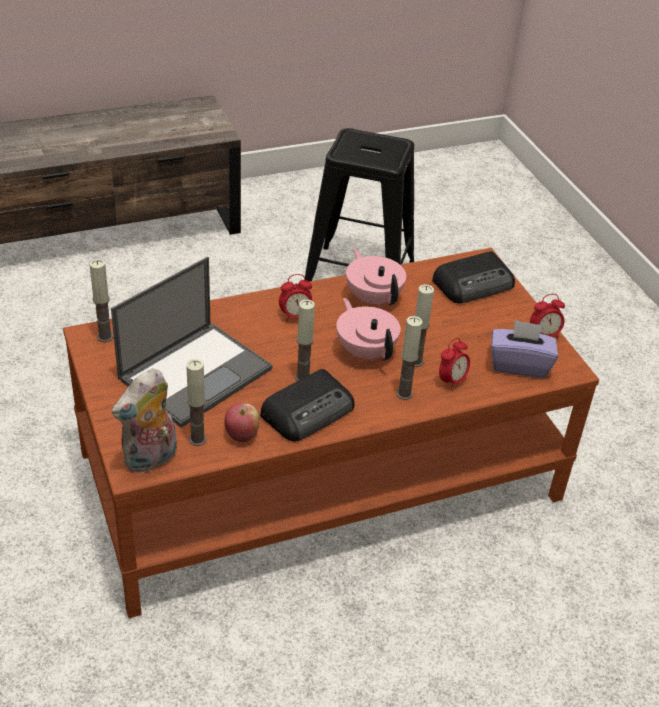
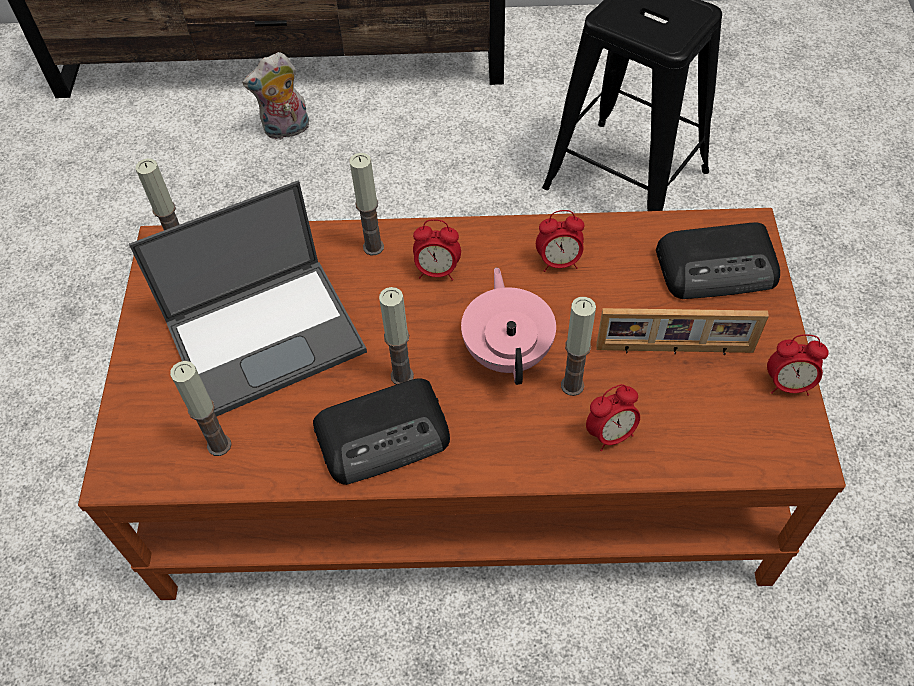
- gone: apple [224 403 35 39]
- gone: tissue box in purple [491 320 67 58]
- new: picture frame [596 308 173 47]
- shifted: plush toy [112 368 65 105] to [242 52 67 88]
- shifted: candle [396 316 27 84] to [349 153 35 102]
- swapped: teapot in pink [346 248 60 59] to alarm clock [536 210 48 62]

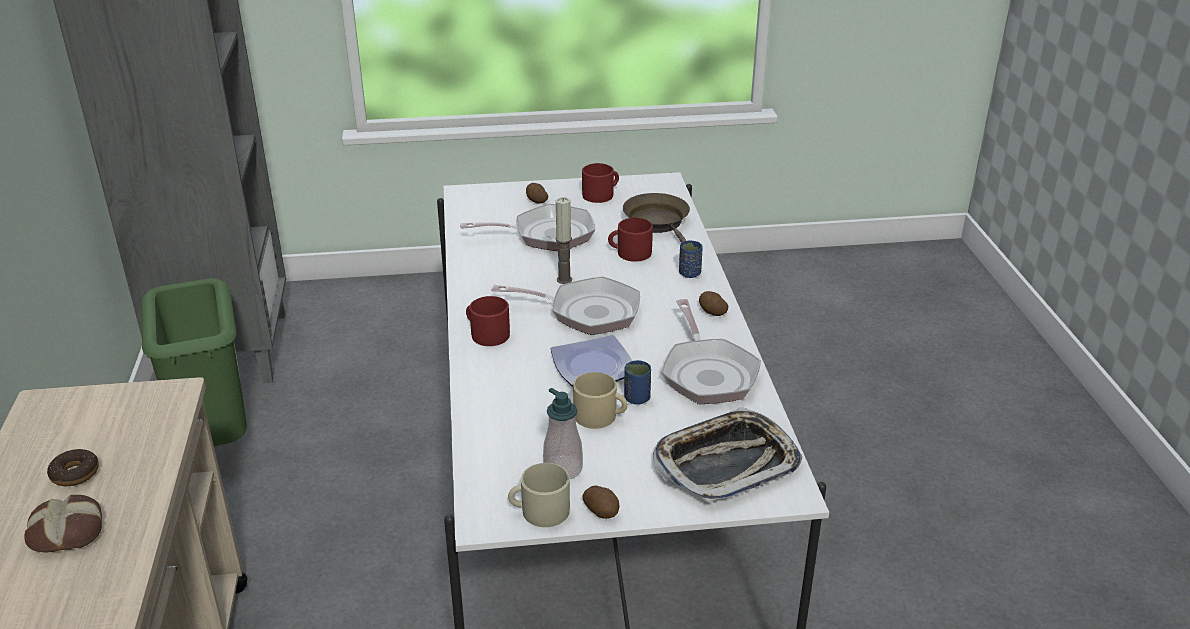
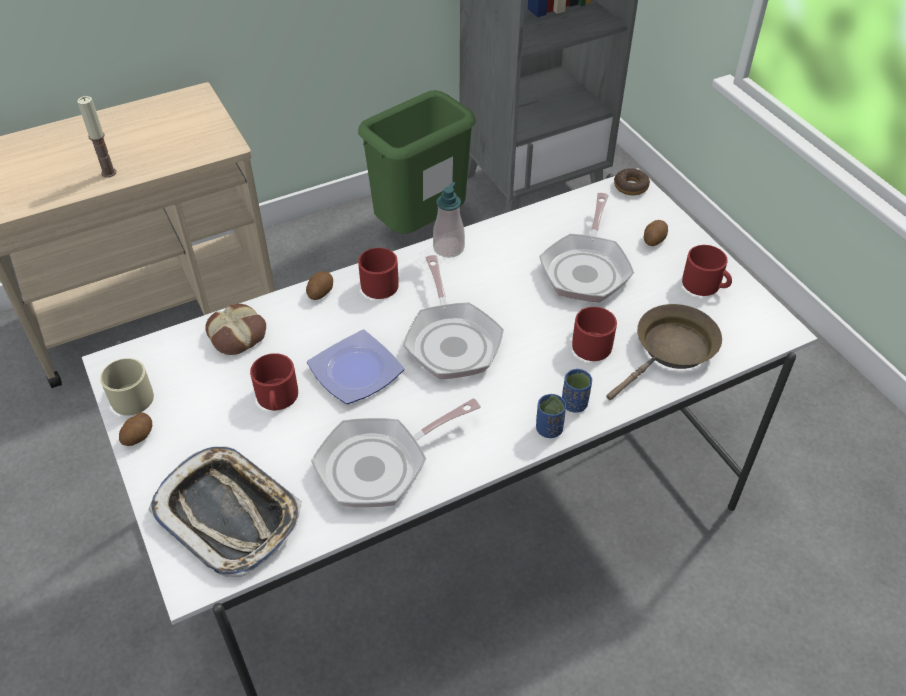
- shifted: bread [24 495 78 58] to [205 304 61 51]
- shifted: donut [47 449 52 37] to [614 168 36 27]
- shifted: soap dispenser [543 388 40 91] to [433 182 32 76]
- shifted: candle [556 197 16 87] to [77 96 39 82]
- shifted: cup in blue [624 360 27 45] to [536 394 30 44]
- shifted: potato [699 291 29 25] to [306 272 27 28]
- repainted: mug in beige [573 372 55 57] to mug in red [250 353 48 58]
- rotated: frying pan [460 204 135 47] = [539 193 95 109] 45 degrees clockwise

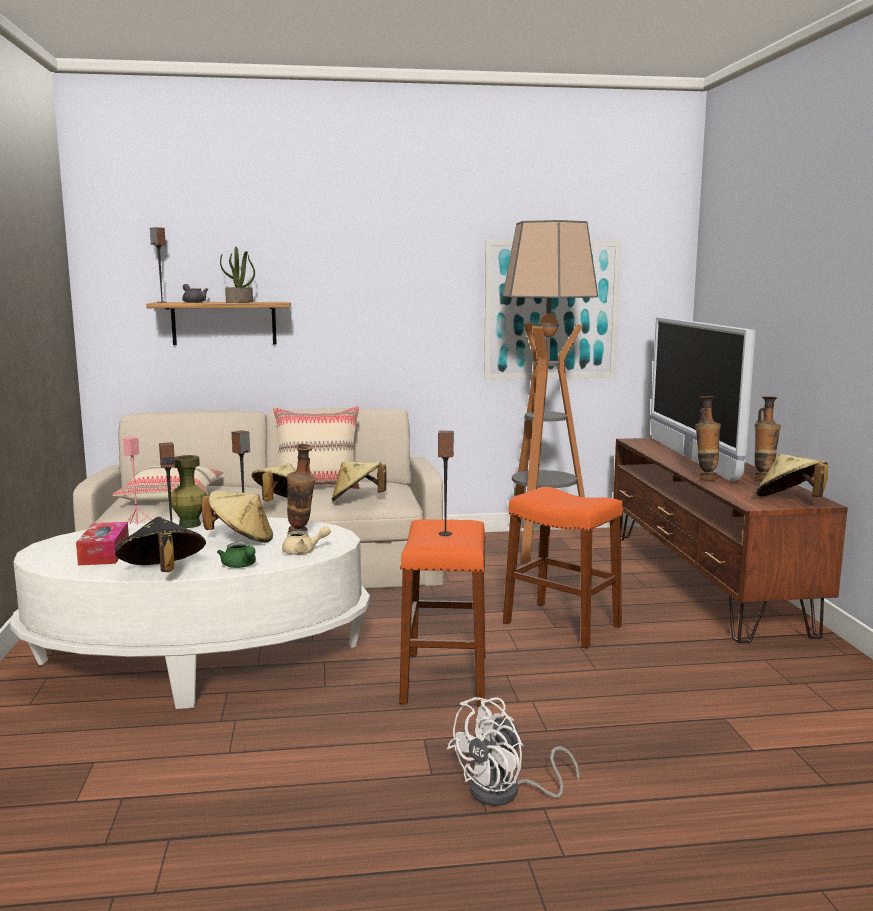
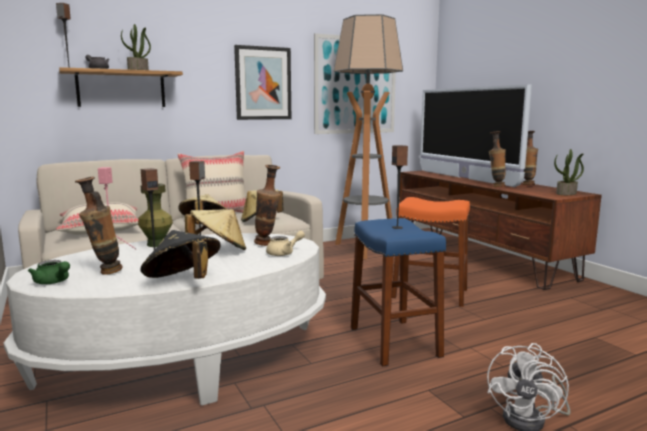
- new: picture [234 45 57 75]
- shifted: teapot in green [217 542 39 26] to [28 260 42 24]
- swapped: tissue box [76 522 53 43] to vase [75 177 48 98]
- swapped: hat in beige [756 454 72 43] to potted plant [554 149 30 46]
- repainted: stool in orange [399 519 86 187] to stool in blue [351 218 95 148]

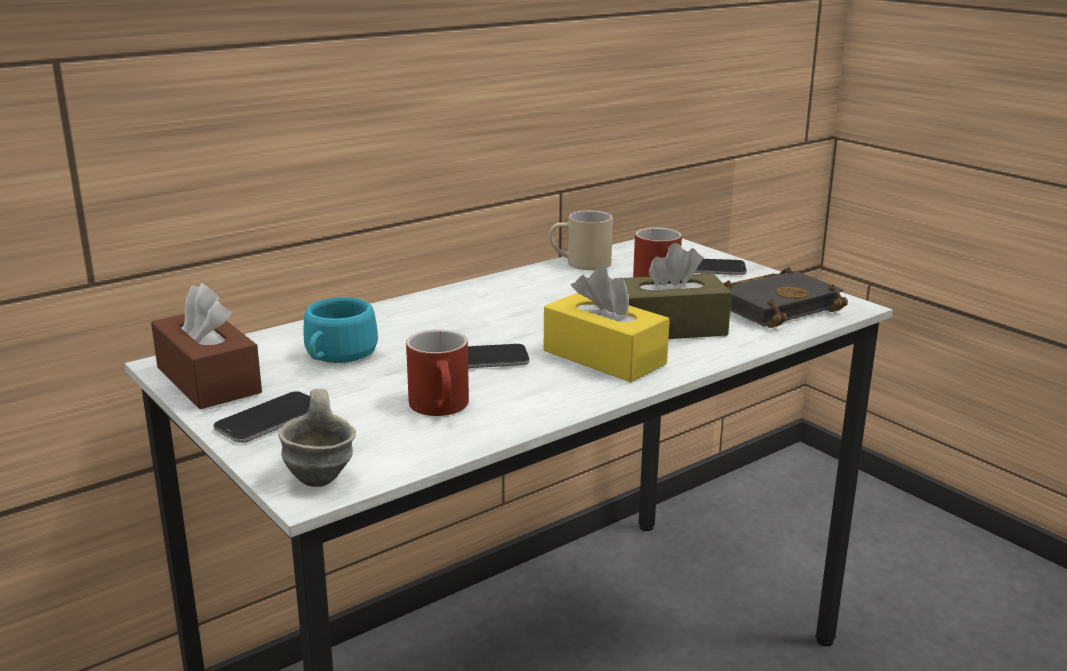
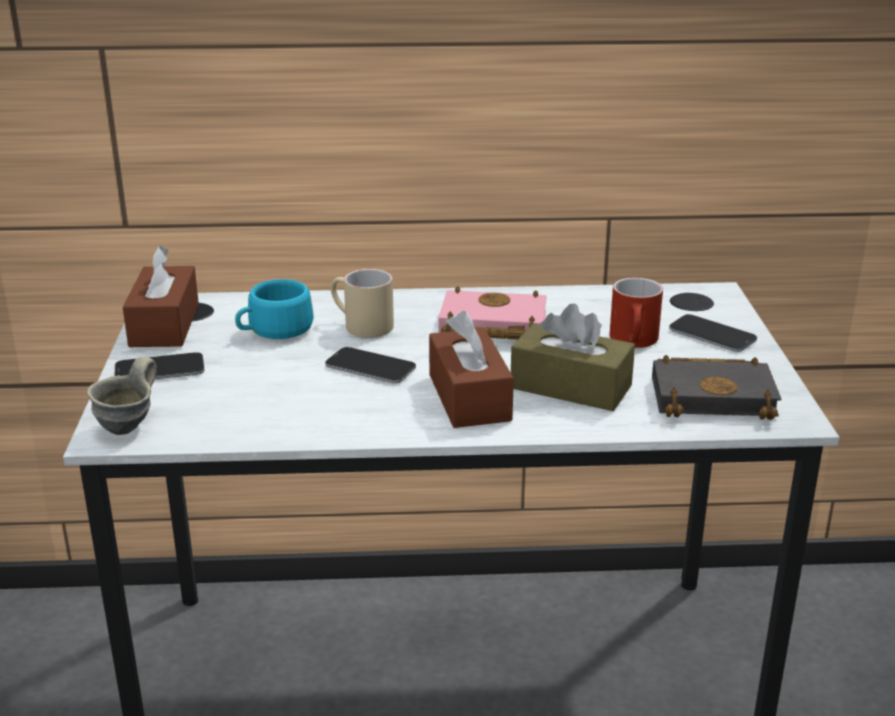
- gone: mug in red [406 330 63 86]
- new: book in pink [438 286 109 54]
- shifted: mug in beige [549 210 64 60] to [331 269 63 69]
- repainted: tissue box in yellow [544 267 126 115] to tissue box in brown [429 311 85 117]

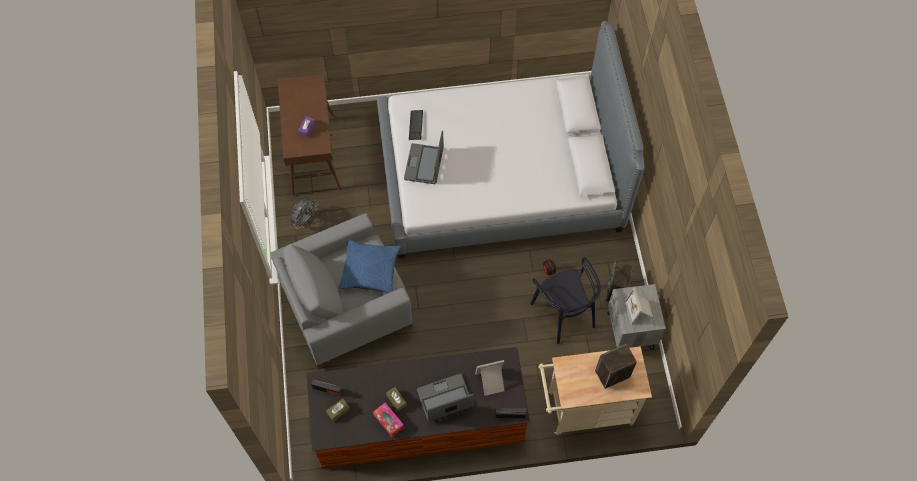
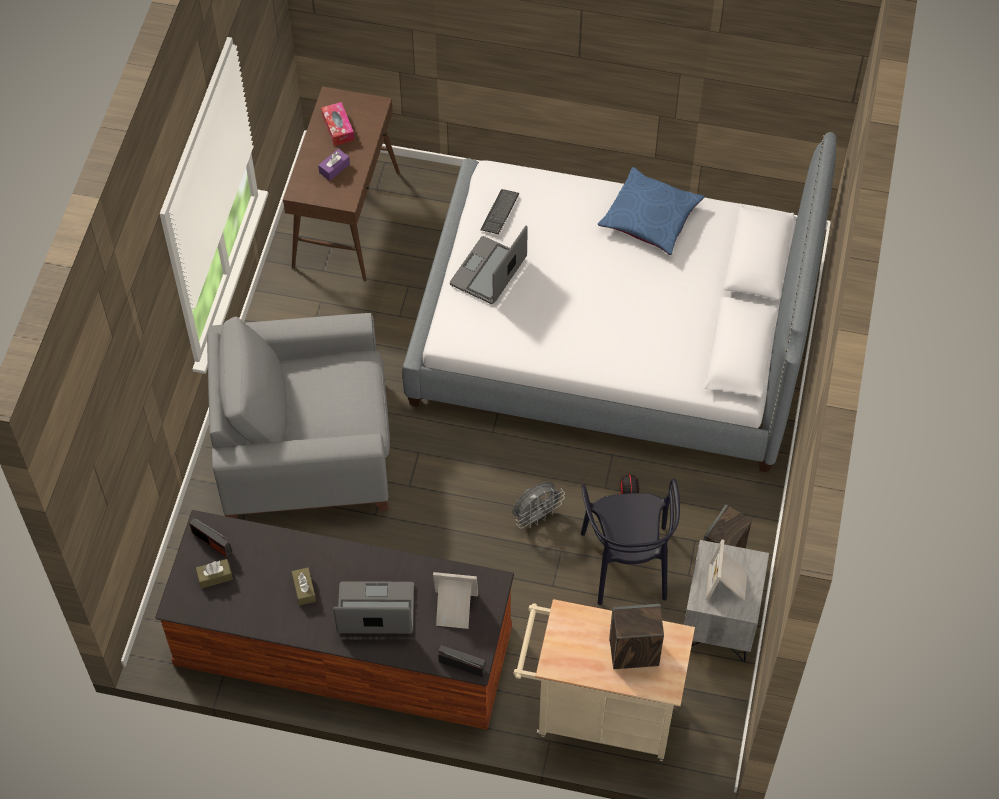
- shifted: fan in grey [290 197 28 31] to [512 482 53 47]
- shifted: pillow in blue [338 239 63 54] to [598 167 106 88]
- shifted: tissue box [373 403 31 34] to [321 102 33 44]

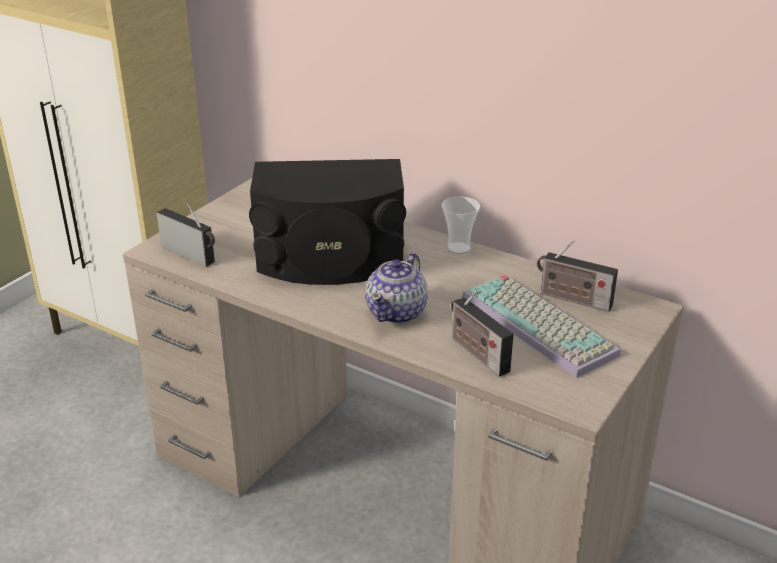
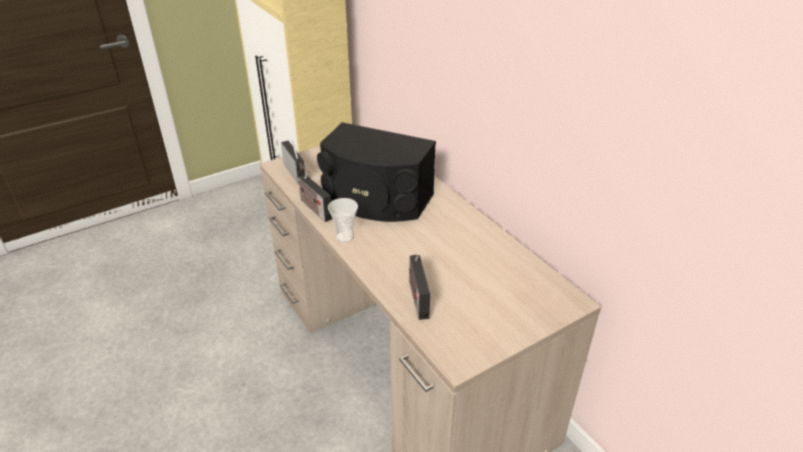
- gone: teapot [365 253 63 71]
- gone: keyboard [462 275 159 103]
- shifted: cup [441 196 39 58] to [328 198 30 45]
- shifted: radio [537 240 81 72] to [298 169 34 53]

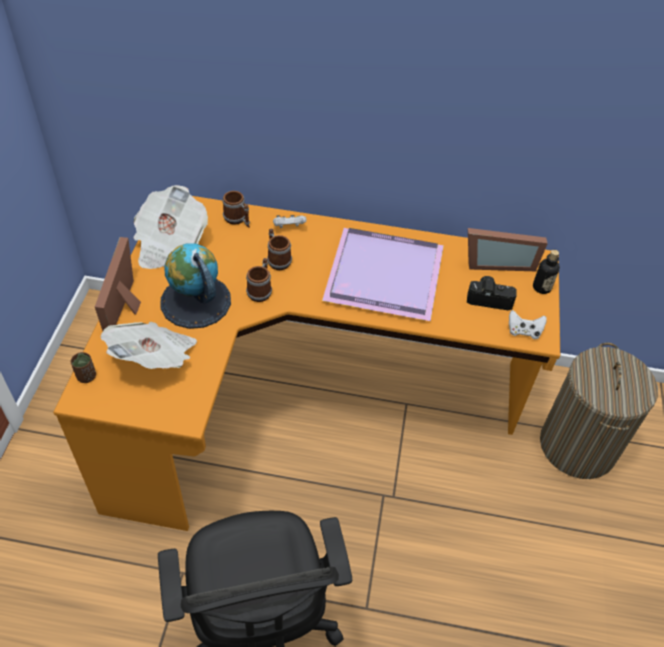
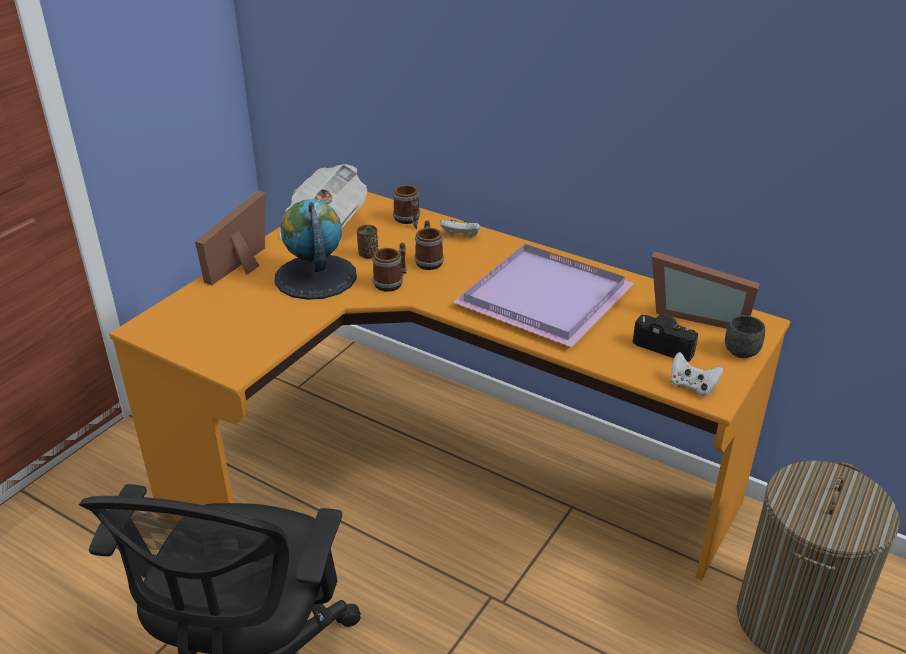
- gone: newspaper [101 322 96 47]
- shifted: cup in brown [71 352 25 31] to [357 225 21 34]
- swapped: bottle [533 250 27 44] to mug in grey [725 315 40 43]

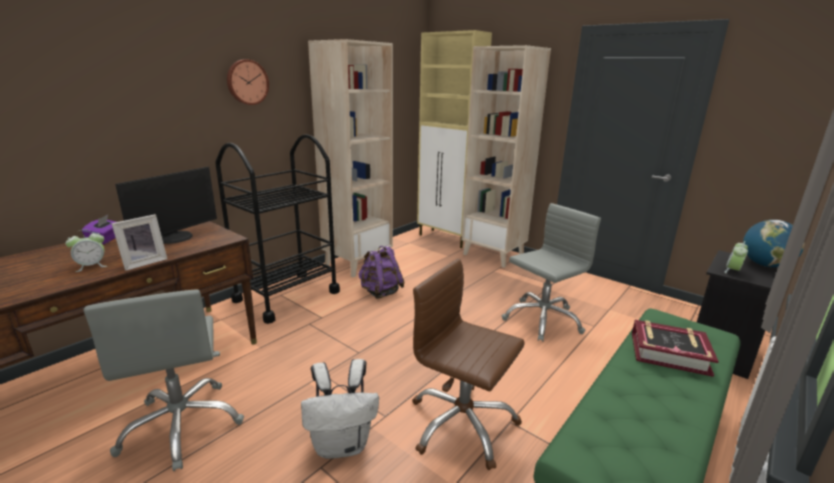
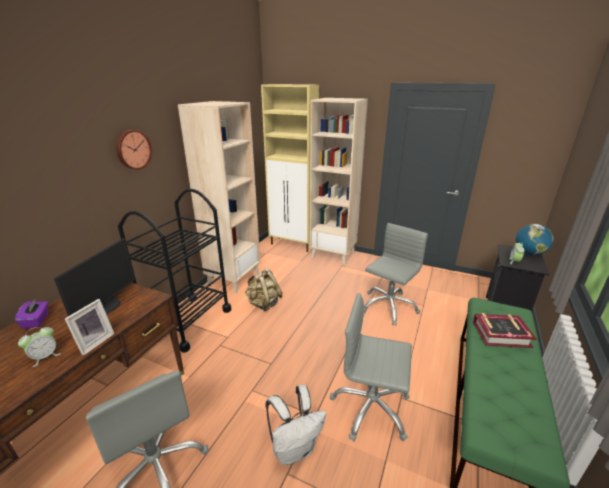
- repainted: backpack in purple [358 245 47 54] to backpack in beige [245 268 37 43]
- repainted: office chair in brown [412 258 113 212] to office chair in grey [330 293 82 149]

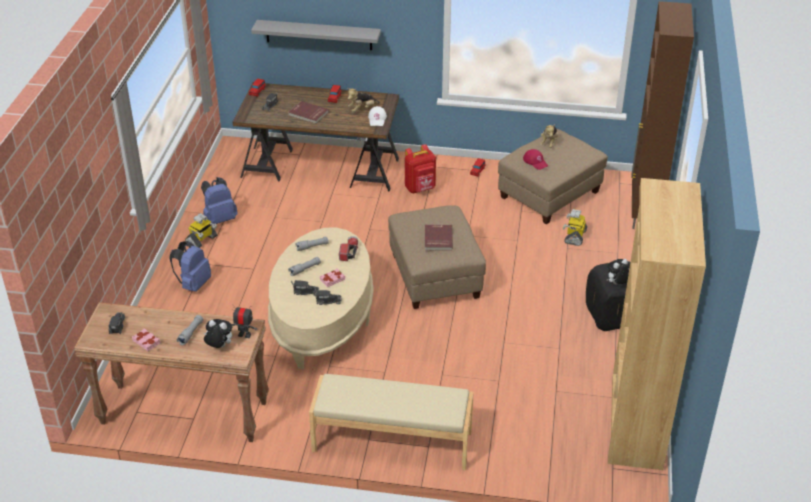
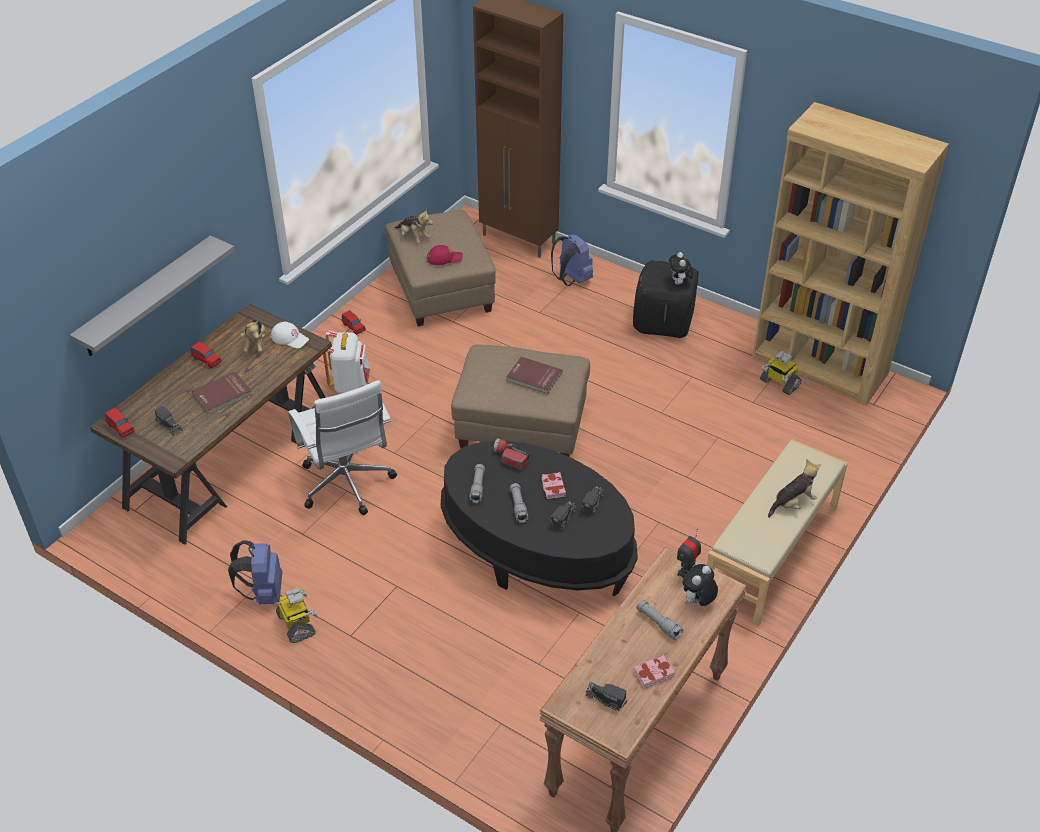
- new: office chair in white [288 380 109 135]
- new: plush toy [768 459 53 59]
- shifted: backpack in blue [169 241 42 51] to [551 234 42 52]
- shifted: toy robot [563 209 24 37] to [760 351 42 44]
- repainted: coffee table in beige [268 227 106 143] to coffee table in black [441 441 197 155]
- repainted: backpack in red [405 144 31 49] to backpack in white [323 331 47 63]

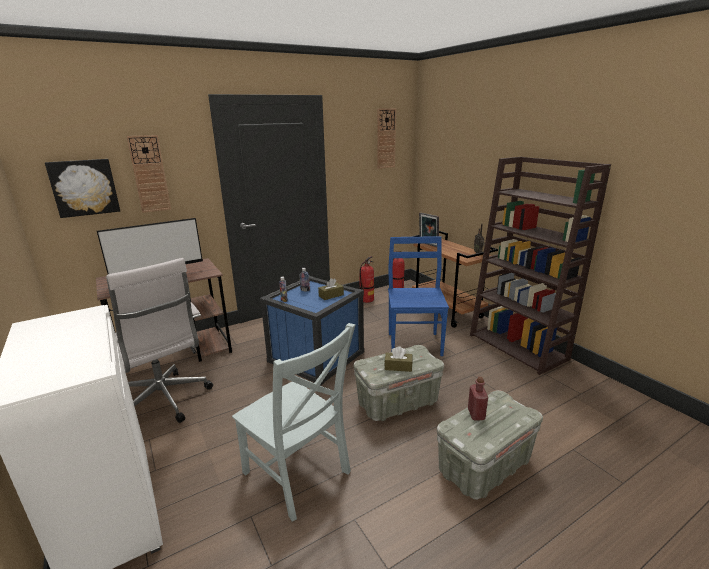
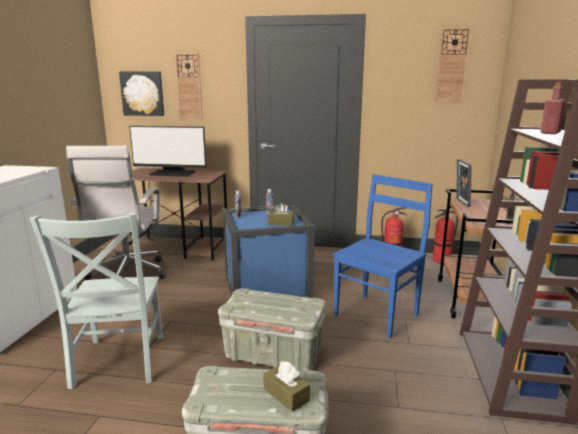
- shifted: tissue box in brown [384 346 29 26] to [263 361 47 51]
- shifted: bottle in red [468 377 20 43] to [540 82 26 52]

